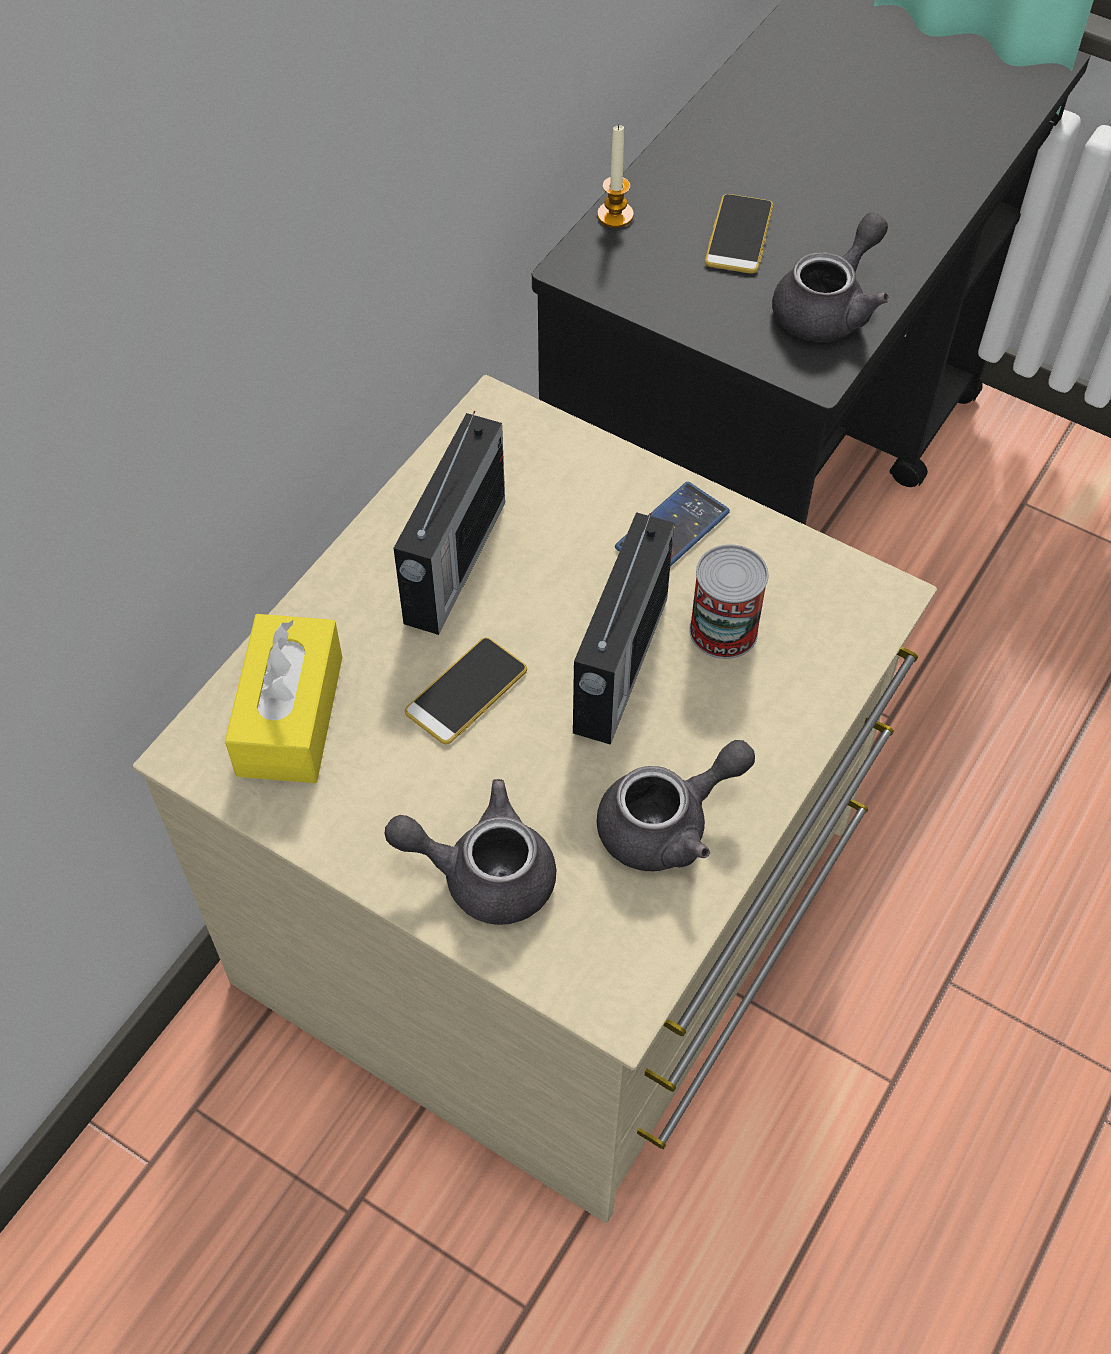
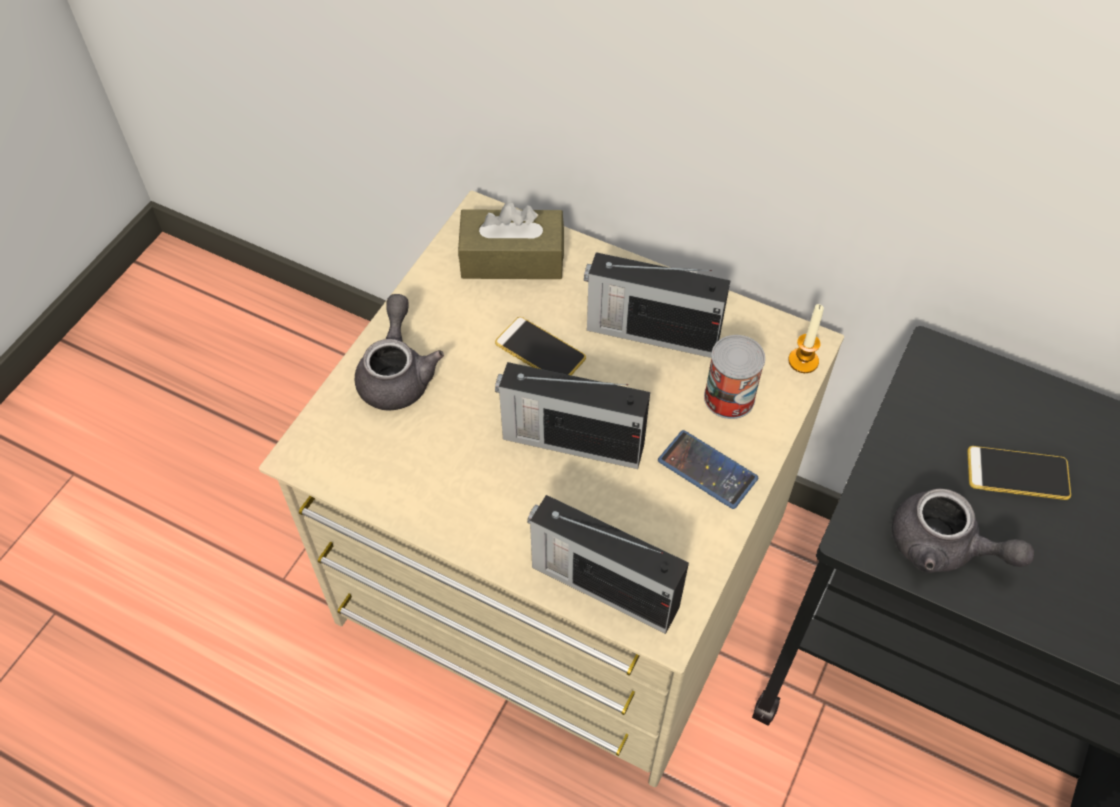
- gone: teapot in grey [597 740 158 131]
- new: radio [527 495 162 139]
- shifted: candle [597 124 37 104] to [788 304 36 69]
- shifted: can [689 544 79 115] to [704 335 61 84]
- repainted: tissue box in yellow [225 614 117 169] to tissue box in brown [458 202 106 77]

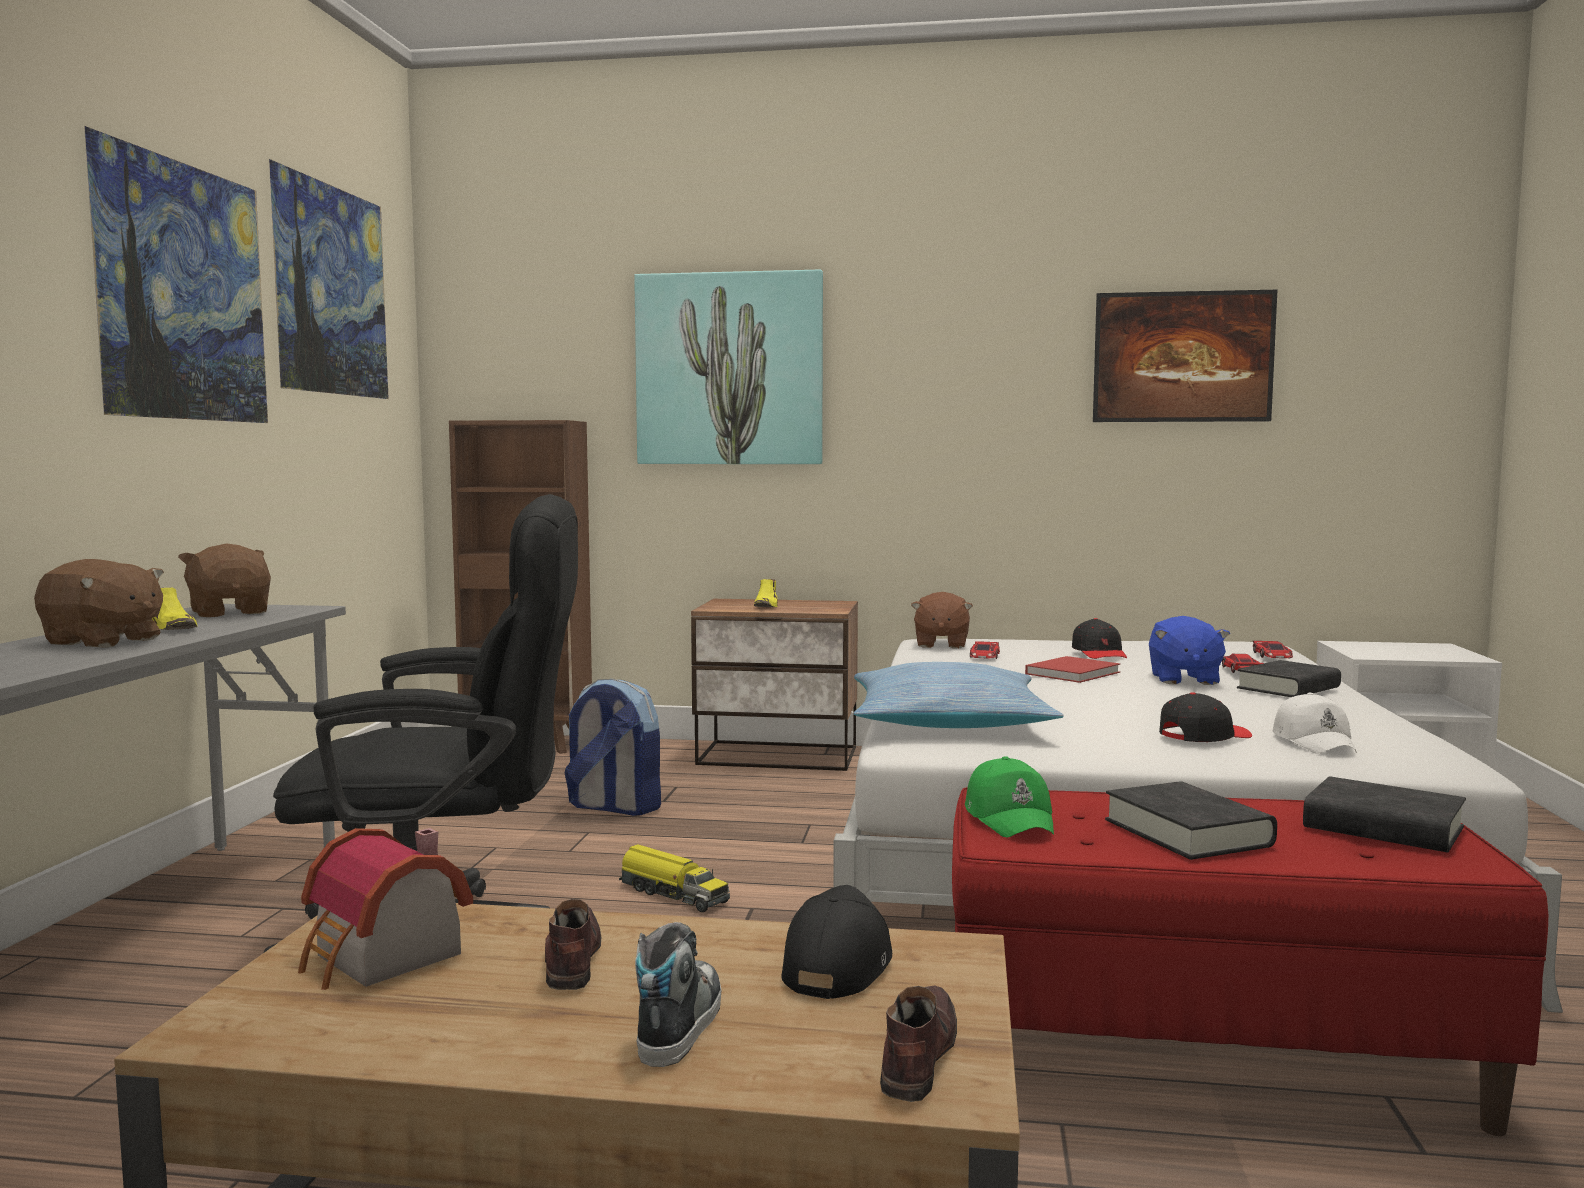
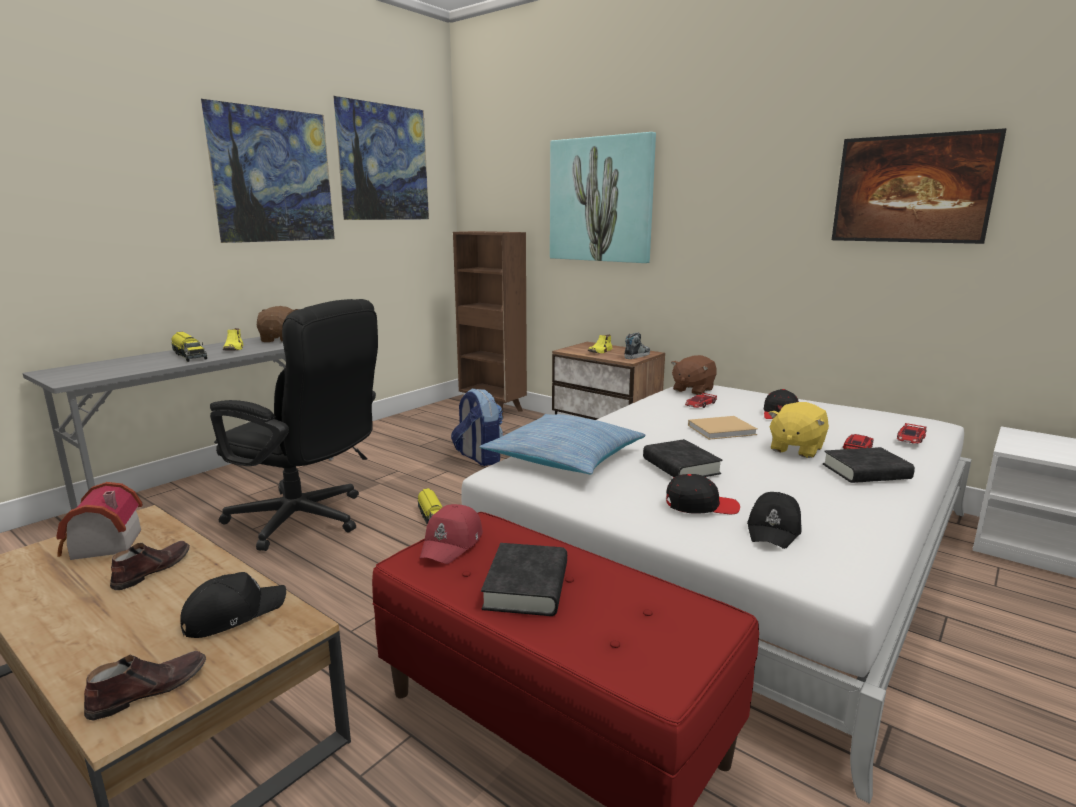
- shifted: shoe [635 922 86 145] to [624 333 26 26]
- shifted: book in black [1303 776 163 76] to [643 439 80 38]
- swapped: plush toy in brown [34 559 130 89] to toy truck [172 331 35 31]
- repainted: cap in green [965 756 89 82] to cap in red [420 504 63 60]
- repainted: book in red [1025 656 95 27] to book in beige [688 416 69 24]
- repainted: plush toy in blue [1149 616 81 69] to plush toy in yellow [768 402 61 56]
- repainted: cap in white [1272 693 85 61] to cap in black [747 492 55 57]

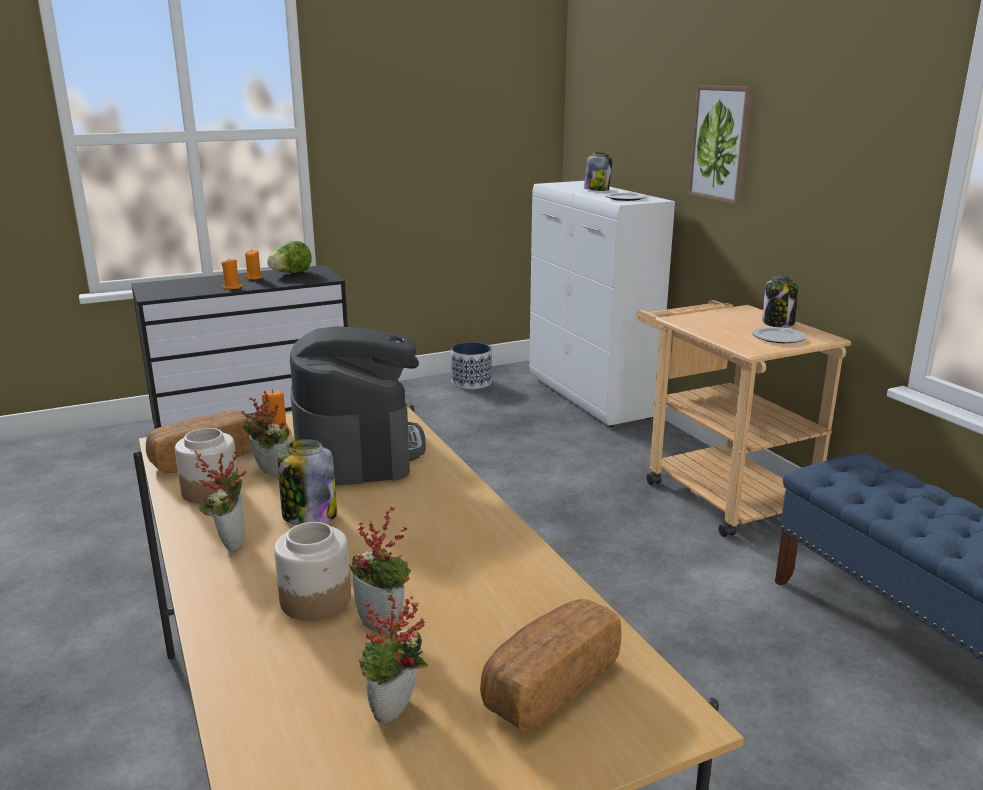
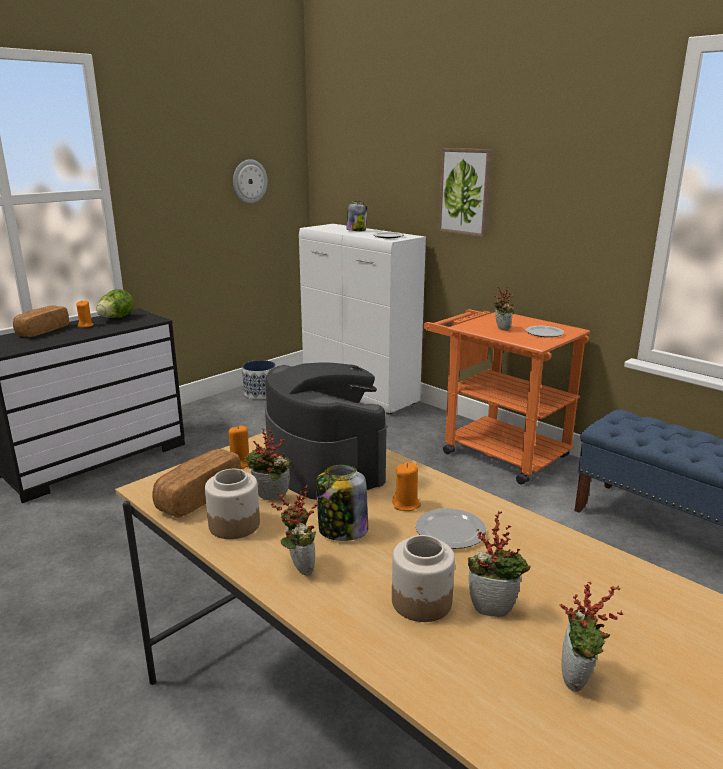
- gone: jar [763 276 35 52]
- new: wall clock [233 159 35 44]
- new: plate [416 508 70 41]
- new: potted plant [493 287 21 44]
- shifted: candle in orange [221 259 22 30] to [392 462 29 49]
- shifted: bread [480 599 141 132] to [13 305 56 32]
- repainted: cart in beige [636 300 215 237] to cart in orange [424 309 166 176]

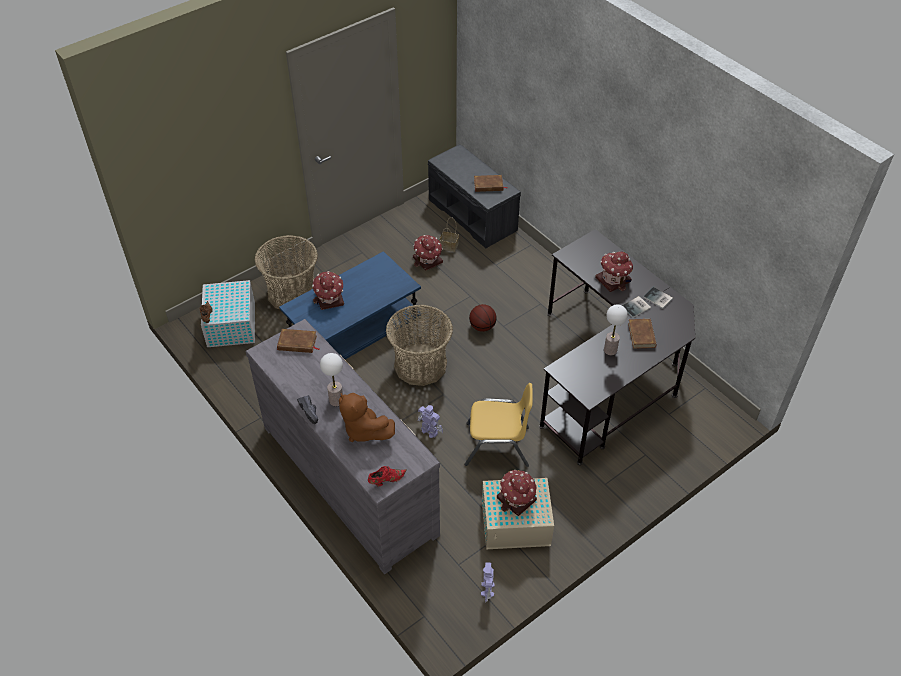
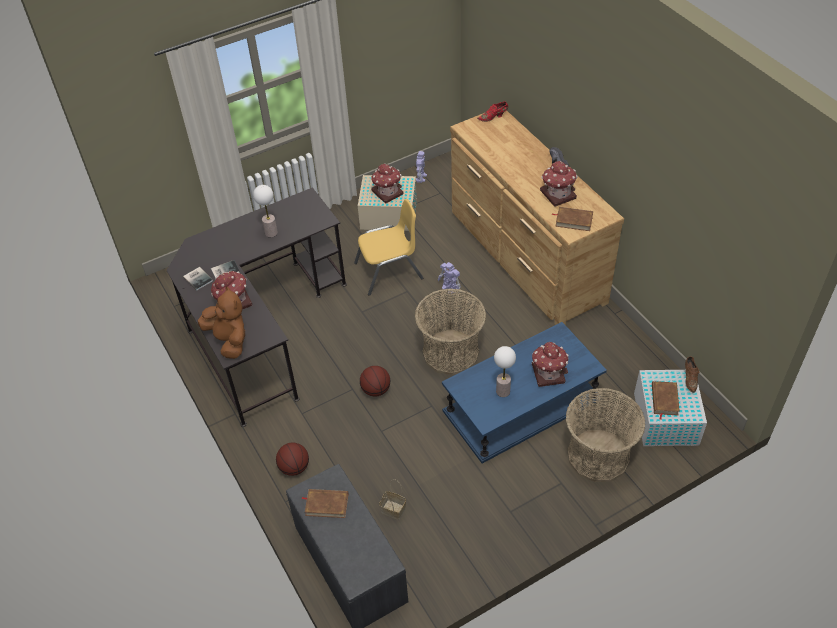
- new: basketball [276 443 33 33]
- shifted: table lamp [320 353 23 53] to [494 346 22 51]
- shifted: plush toy in brown [339 393 56 49] to [198 287 47 72]
- shifted: toy house [413 235 30 36] to [540 161 38 46]
- shifted: book in brown [628 319 29 30] to [652 381 28 39]
- repainted: dresser in grey [246 319 194 255] to dresser in brown [450 110 174 215]
- rotated: chair in yellow [465 383 68 84] = [354 199 69 97] 150 degrees clockwise

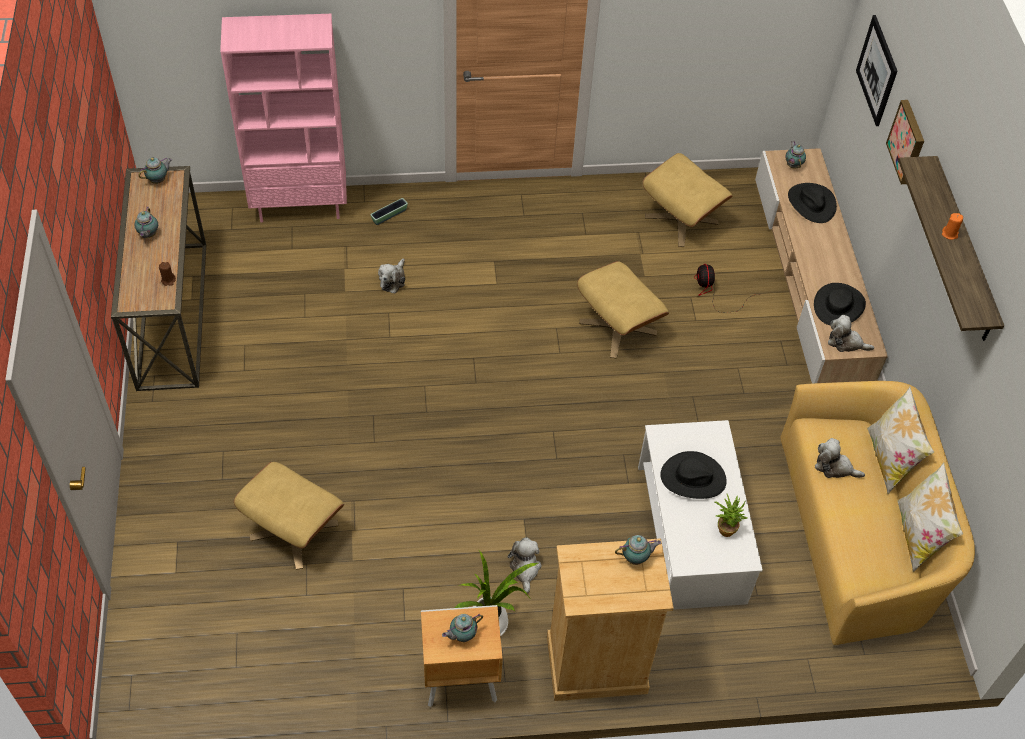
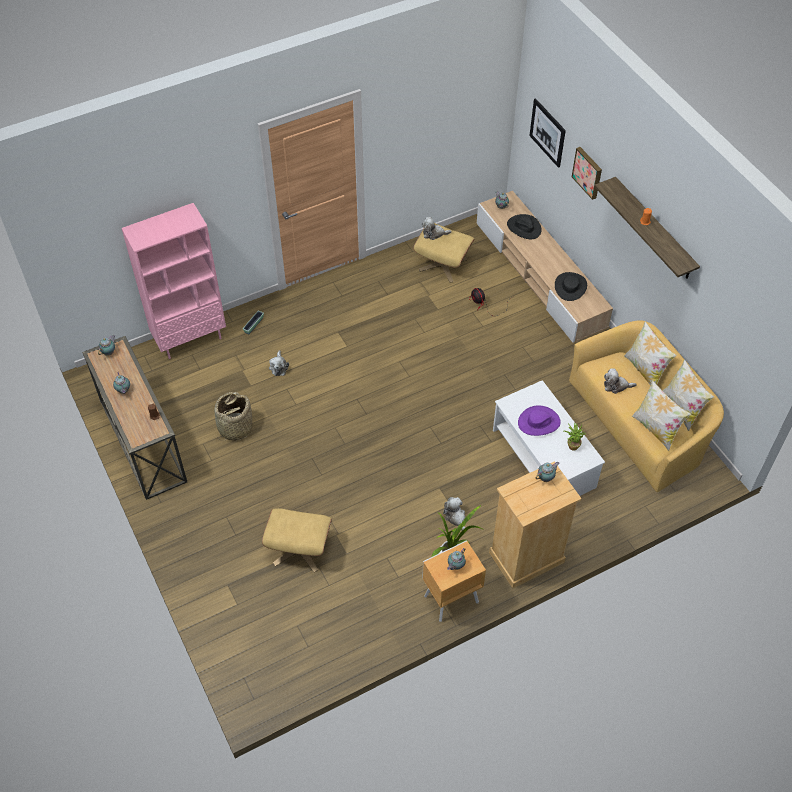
- gone: ottoman in beige [577 261 92 98]
- new: basket [214 392 38 49]
- new: pillow [632 380 59 71]
- shifted: plush toy [828 315 46 37] to [422 217 30 23]
- repainted: hat in black [660 451 66 48] to hat in purple [518 405 43 31]

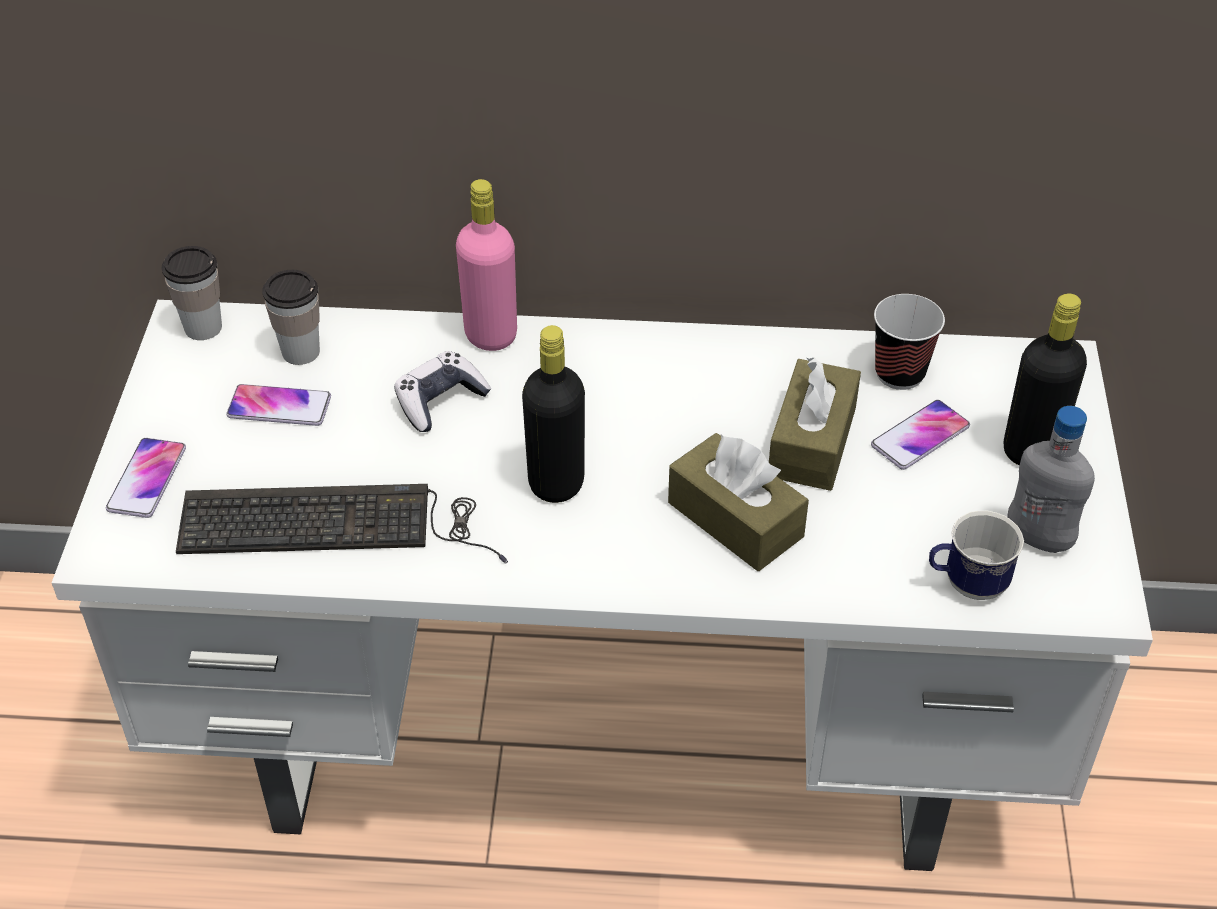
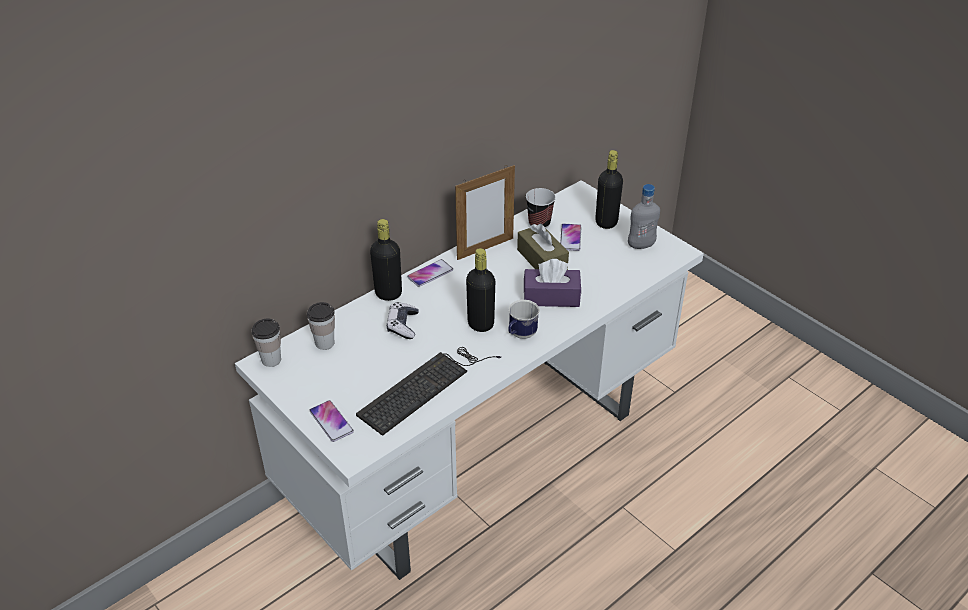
- new: picture frame [455 165 60 95]
- shifted: phone [226 384 105 42] to [407 259 46 28]
- shifted: mug [929 511 95 89] to [508 300 31 39]
- repainted: bottle in pink [456 179 61 172] to bottle in black [370 219 32 82]
- repainted: tissue box in brown [668 433 141 138] to tissue box in purple [524 259 57 48]

